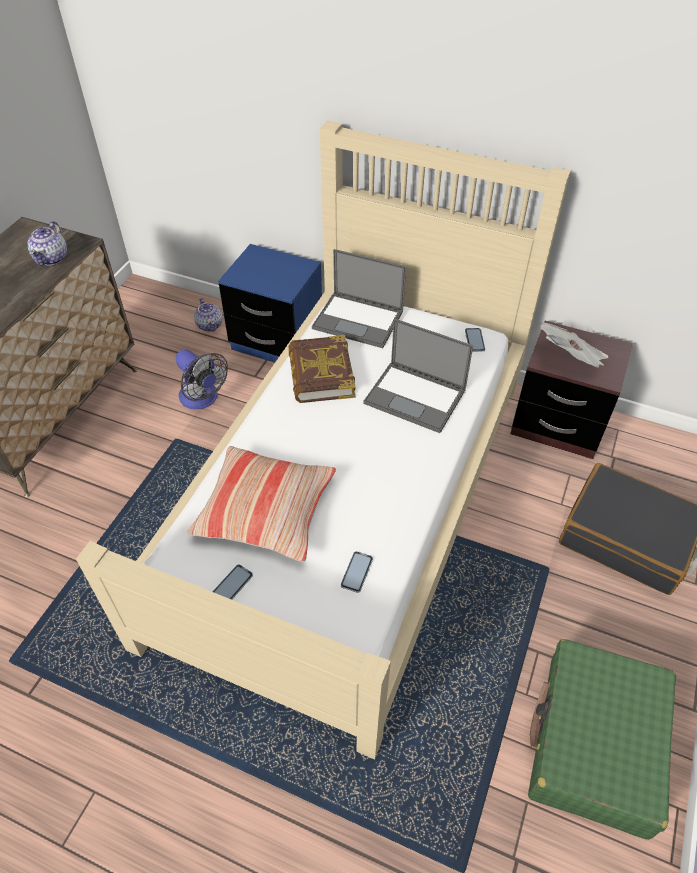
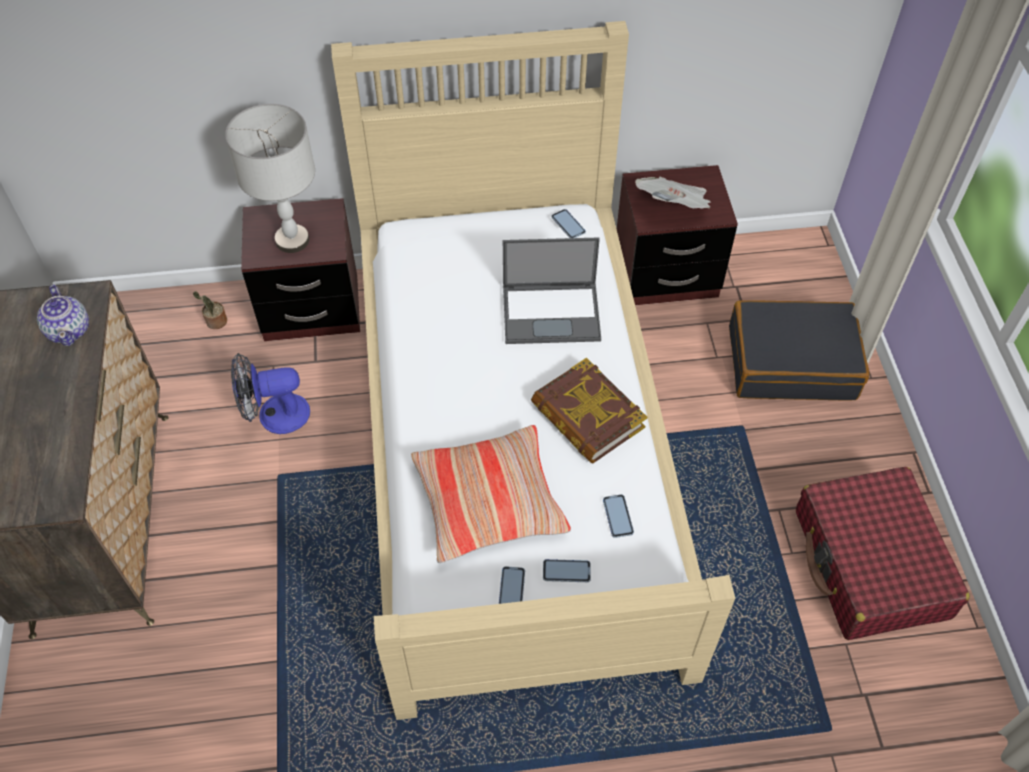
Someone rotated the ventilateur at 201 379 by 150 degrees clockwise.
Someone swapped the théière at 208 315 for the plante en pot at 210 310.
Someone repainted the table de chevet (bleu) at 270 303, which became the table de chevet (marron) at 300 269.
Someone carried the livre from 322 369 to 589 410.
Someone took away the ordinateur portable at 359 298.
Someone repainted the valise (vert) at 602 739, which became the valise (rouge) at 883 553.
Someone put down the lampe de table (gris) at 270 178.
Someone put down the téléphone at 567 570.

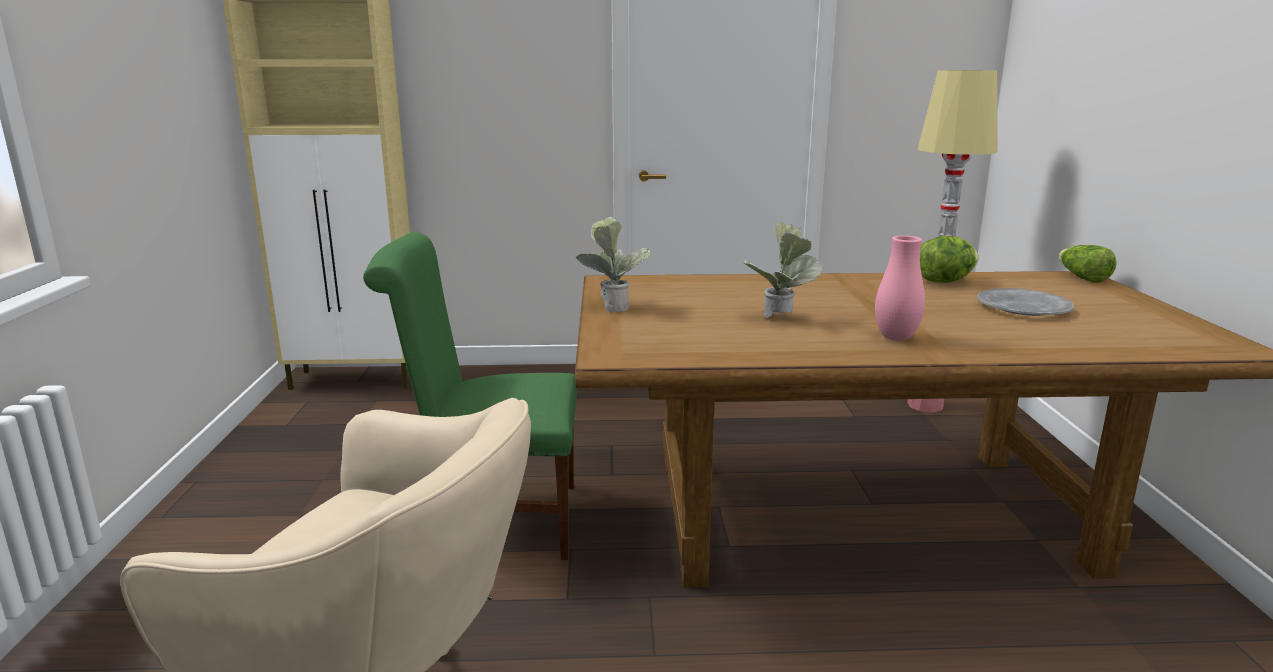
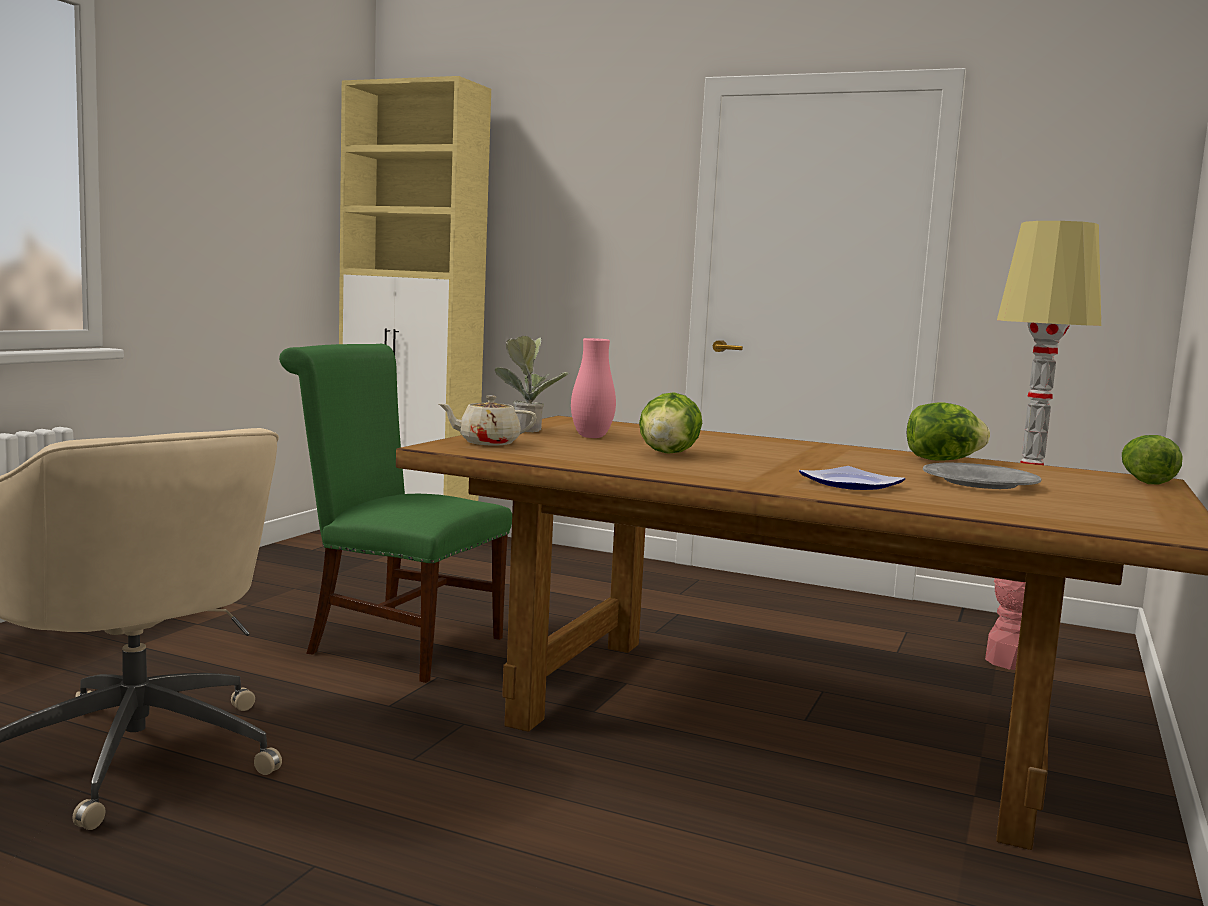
Someone swapped the plante en pot at 783 270 for the laitue at 670 422.
Someone carried the vase (rose) from 900 288 to 593 388.
Someone put down the théière (beige) at 488 420.
Someone put down the assiette at 852 478.

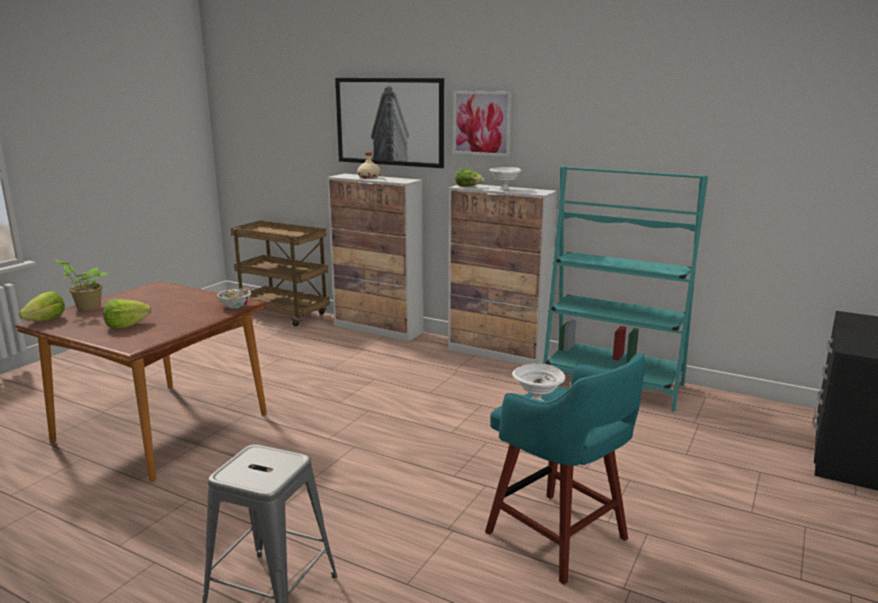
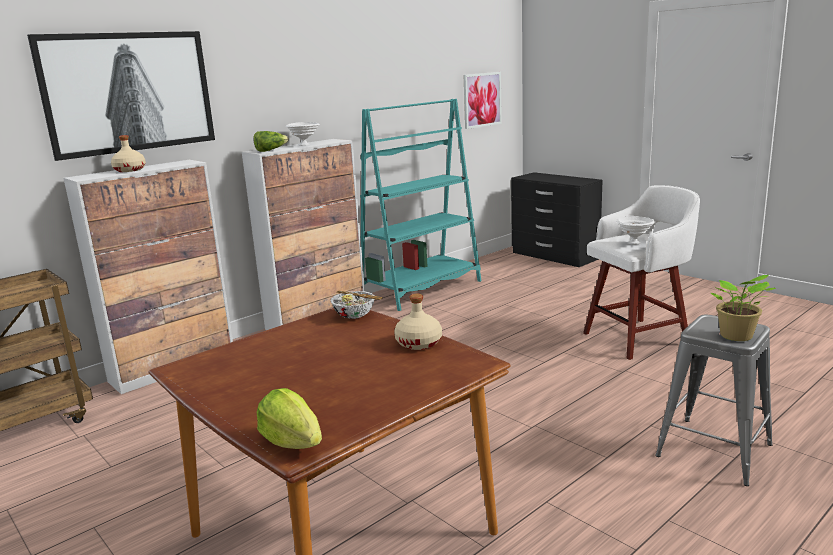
Someone carried the plante en pot from 81 285 to 743 308.
Someone took away the laitue at 127 313.
Someone carried the tableau from 482 124 to 483 100.
Someone repainted the tabouret (turquoise) at 565 469, which became the tabouret (blanc) at 641 272.
Someone put down the bouteille (beige) at 418 322.

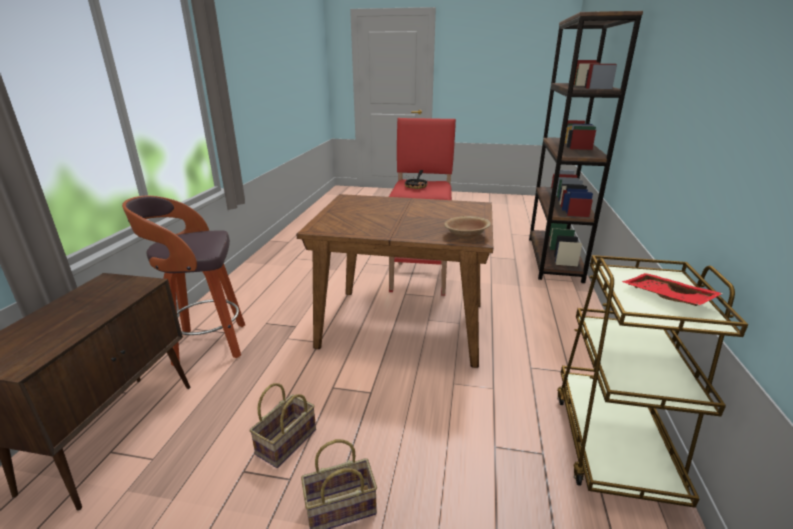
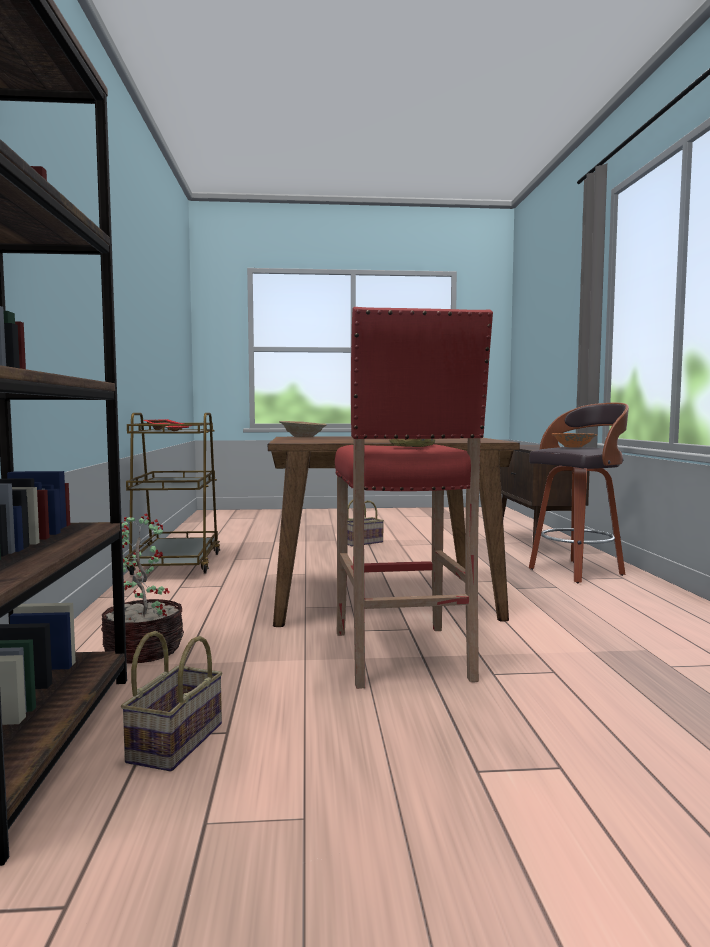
Someone carried the panier from 283 425 to 172 701.
Someone put down the plante en pot at 142 588.
Someone put down the bol (orange) at 574 440.

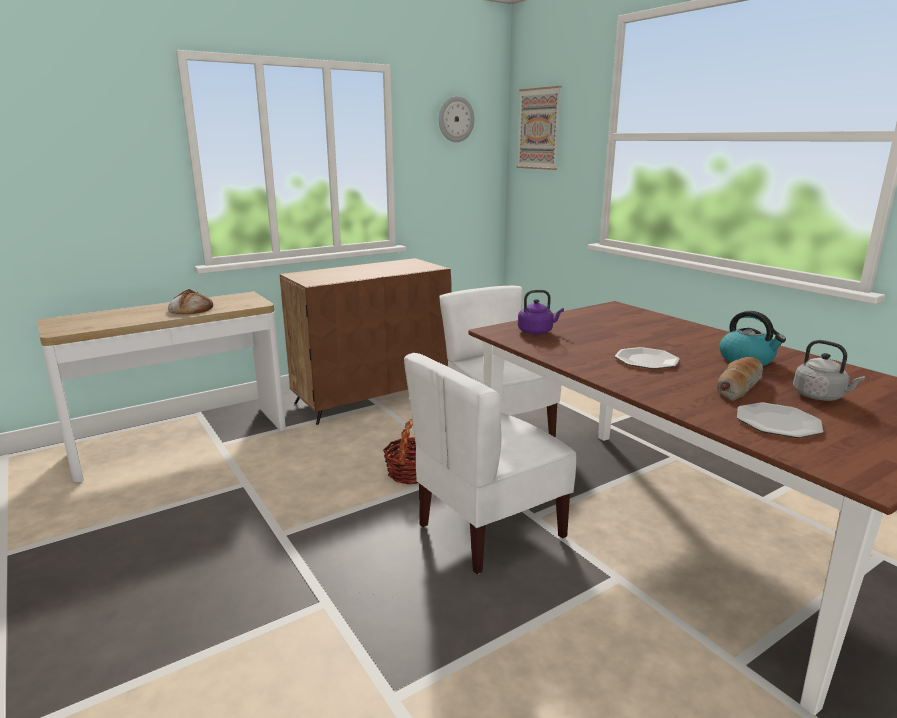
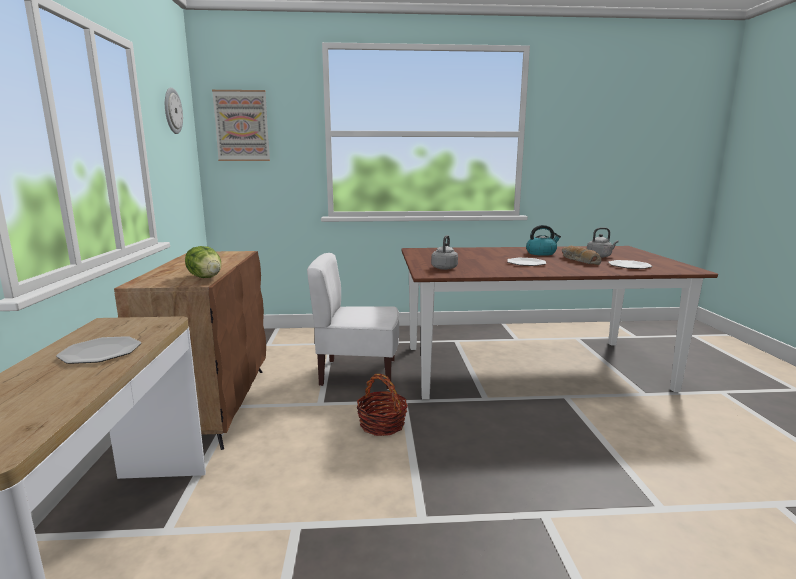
Someone swapped the pain at 190 301 for the assiette at 98 350.
Someone took away the chaise (blanc) at 490 463.
Someone repainted the bouilloire (violet) at 541 312, which became the bouilloire (gris) at 444 252.
Someone put down the laitue at 203 262.

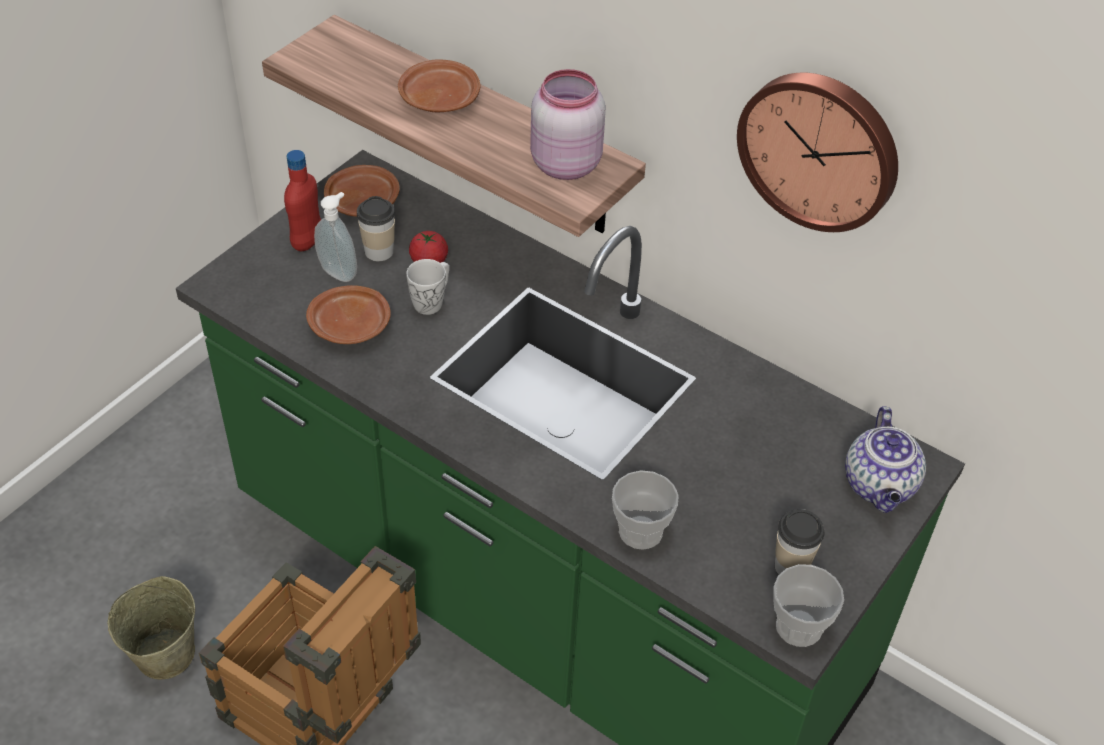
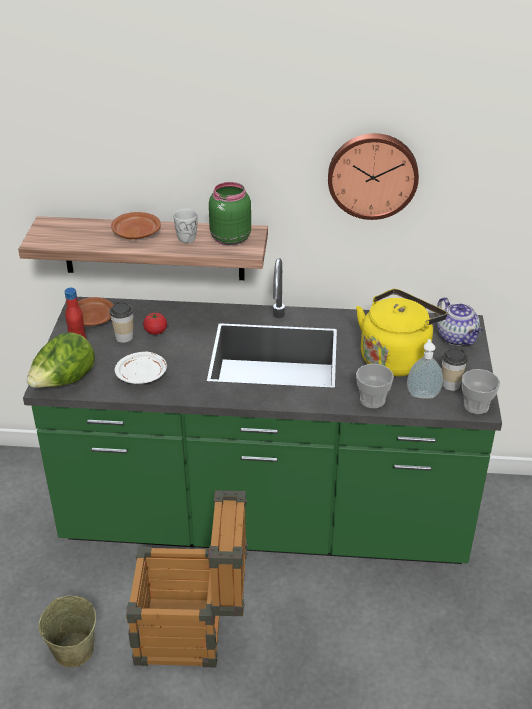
Someone repainted the assiette (marron) at 348 314, which became the assiette (blanc) at 141 368.
Someone carried the distributeur de savon from 335 237 to 425 369.
Someone carried the mug (blanc) from 427 287 to 186 226.
Someone repainted the bocal (rose) at 568 124, which became the bocal (vert) at 230 213.
Someone put down the laitue at 61 360.
Someone put down the bouilloire (jaune) at 401 332.

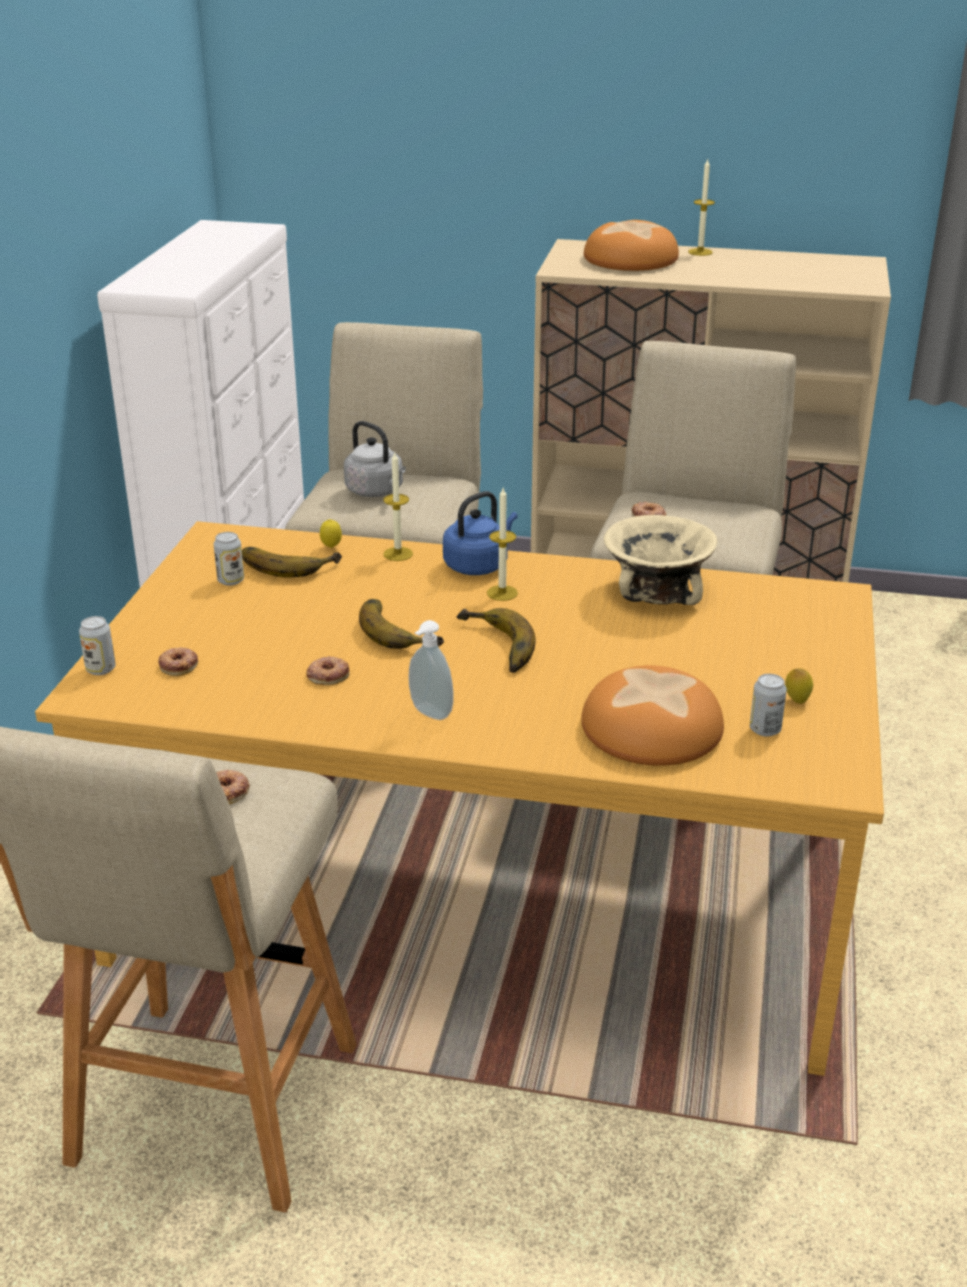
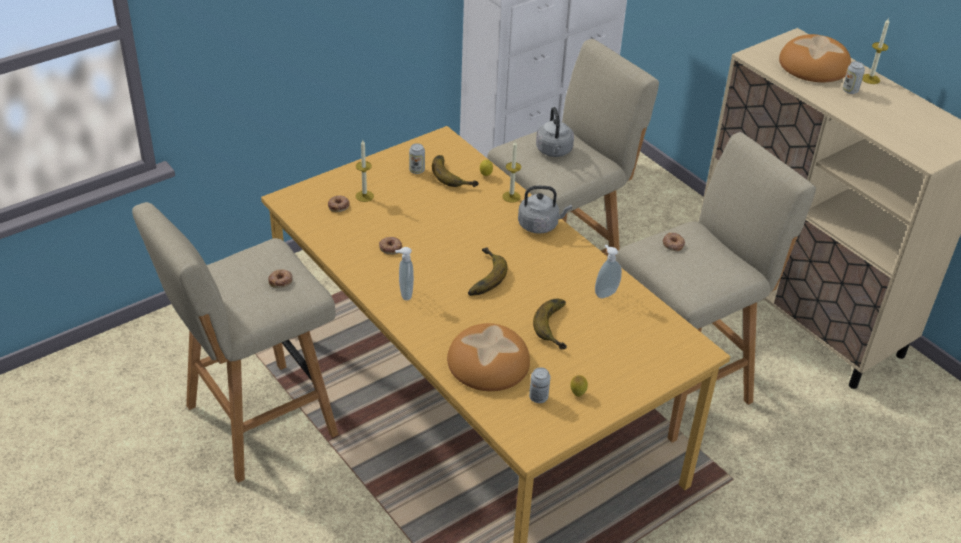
Someone carried the boîte métallique from 97 645 to 854 77.
Someone carried the banane from 401 624 to 550 324.
Someone repainted the bouilloire (bleu) at 480 533, which became the bouilloire (gris) at 545 210.
Someone carried the bougie from 502 544 to 365 171.
Someone swapped the bol (beige) at 660 560 for the distributeur de savon at 608 271.

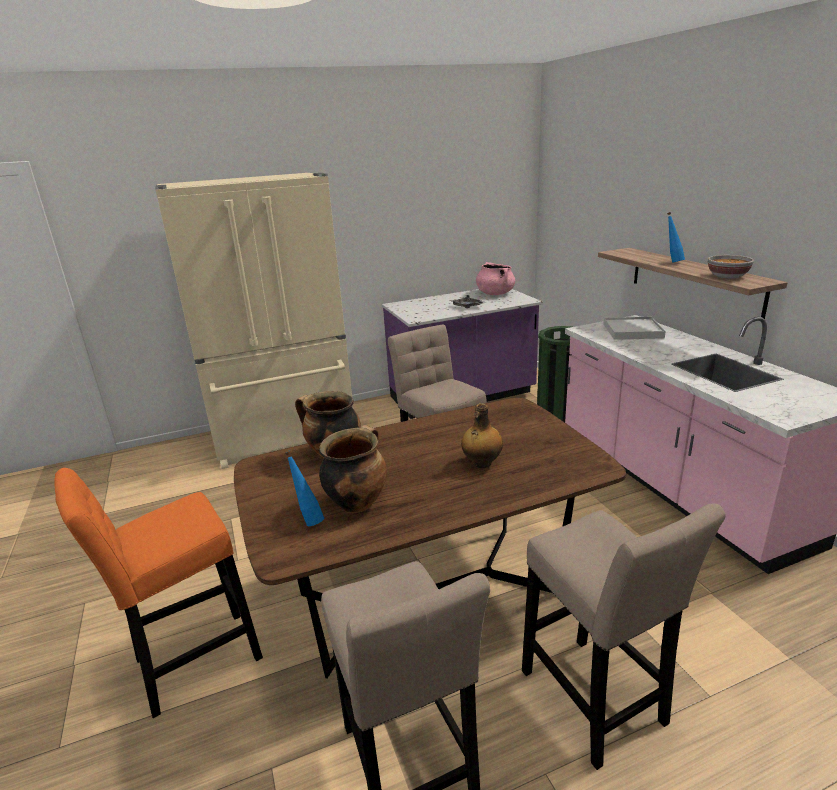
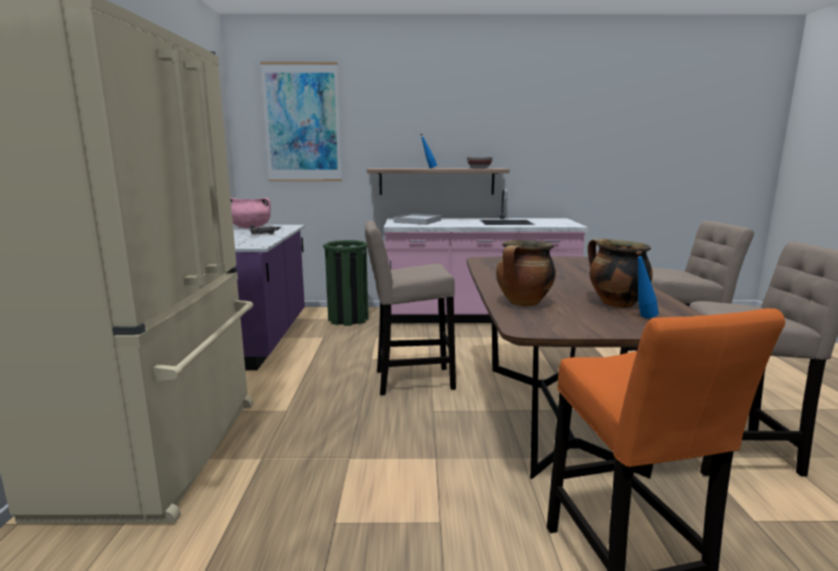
Someone took away the bouteille at 482 435.
Someone put up the tableau at 301 121.

